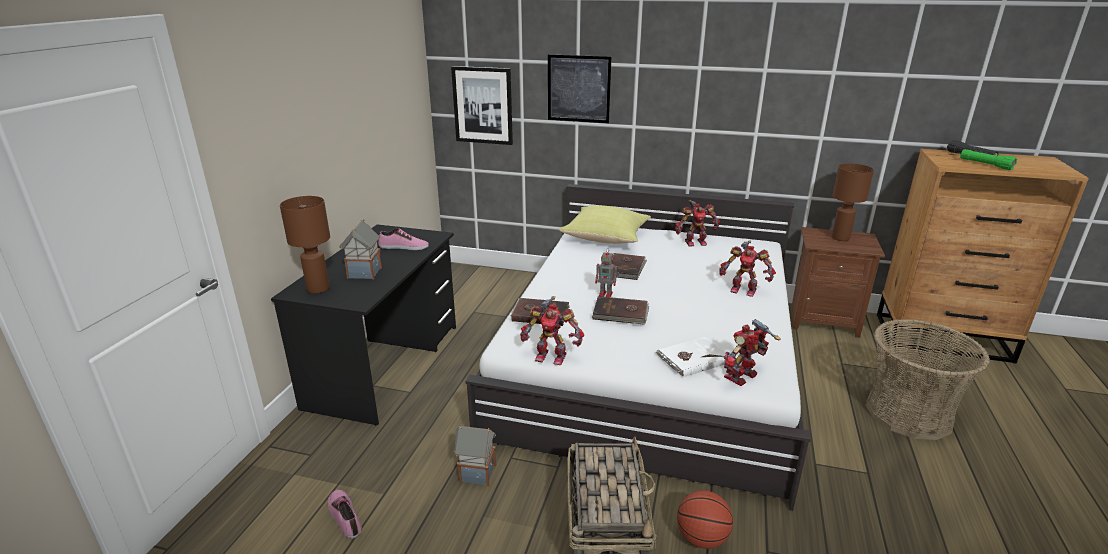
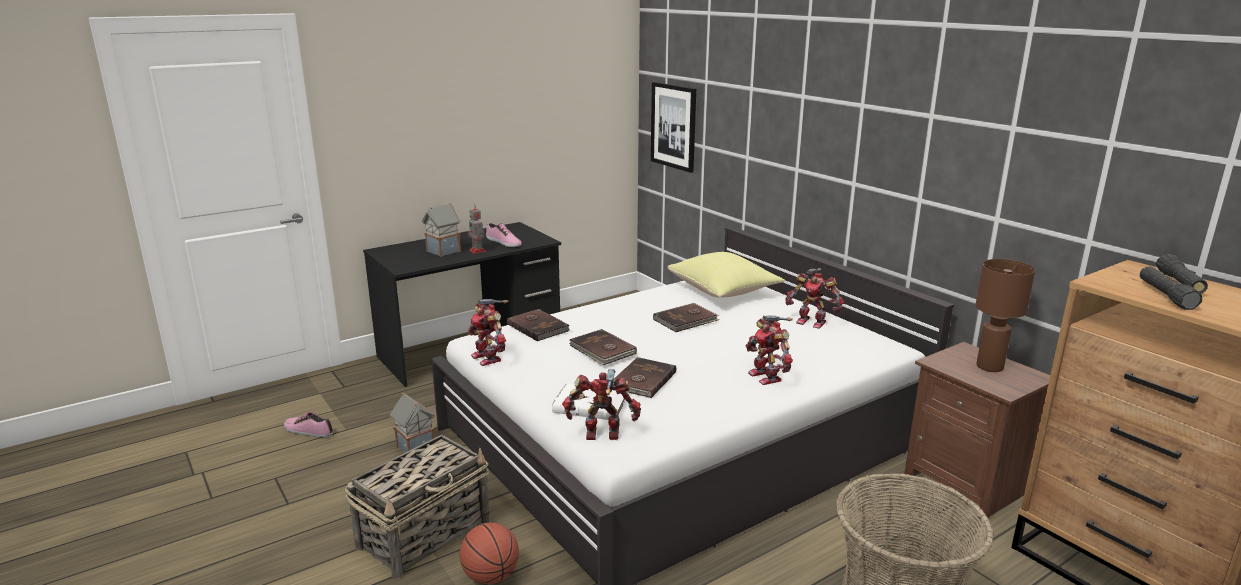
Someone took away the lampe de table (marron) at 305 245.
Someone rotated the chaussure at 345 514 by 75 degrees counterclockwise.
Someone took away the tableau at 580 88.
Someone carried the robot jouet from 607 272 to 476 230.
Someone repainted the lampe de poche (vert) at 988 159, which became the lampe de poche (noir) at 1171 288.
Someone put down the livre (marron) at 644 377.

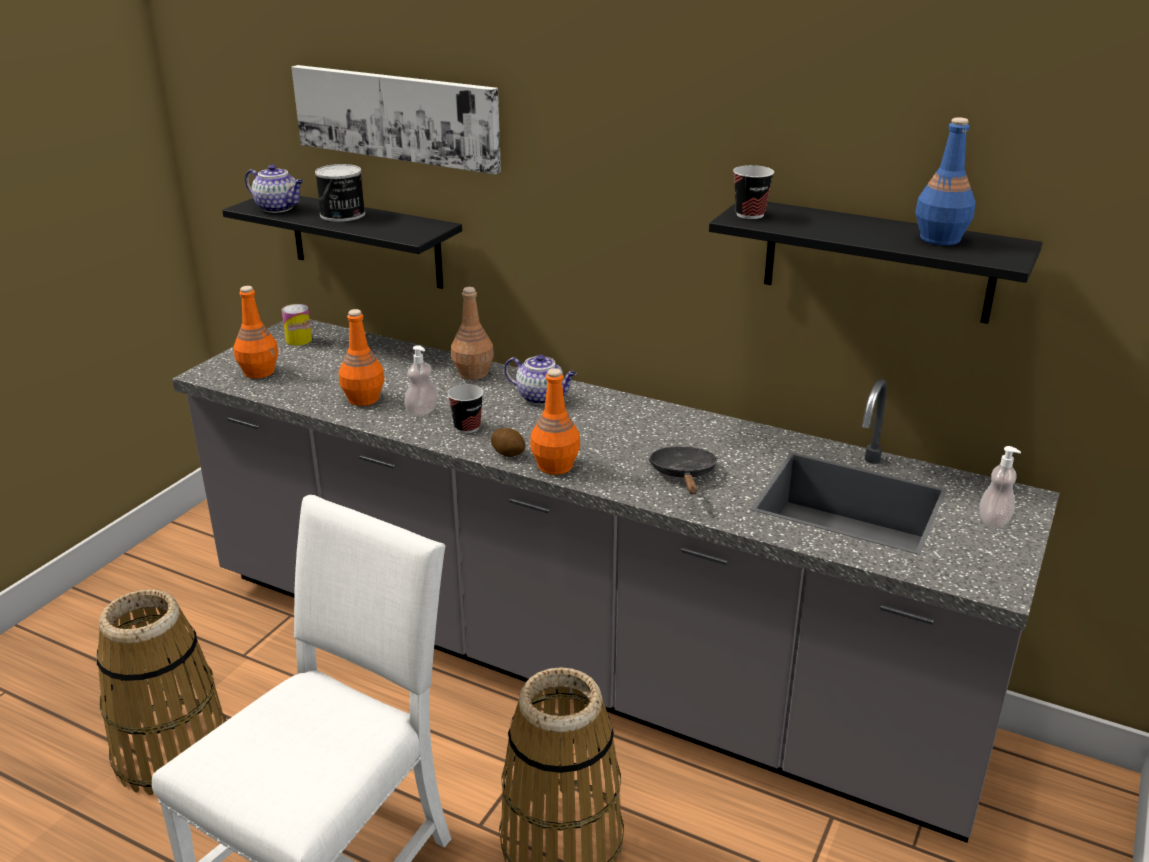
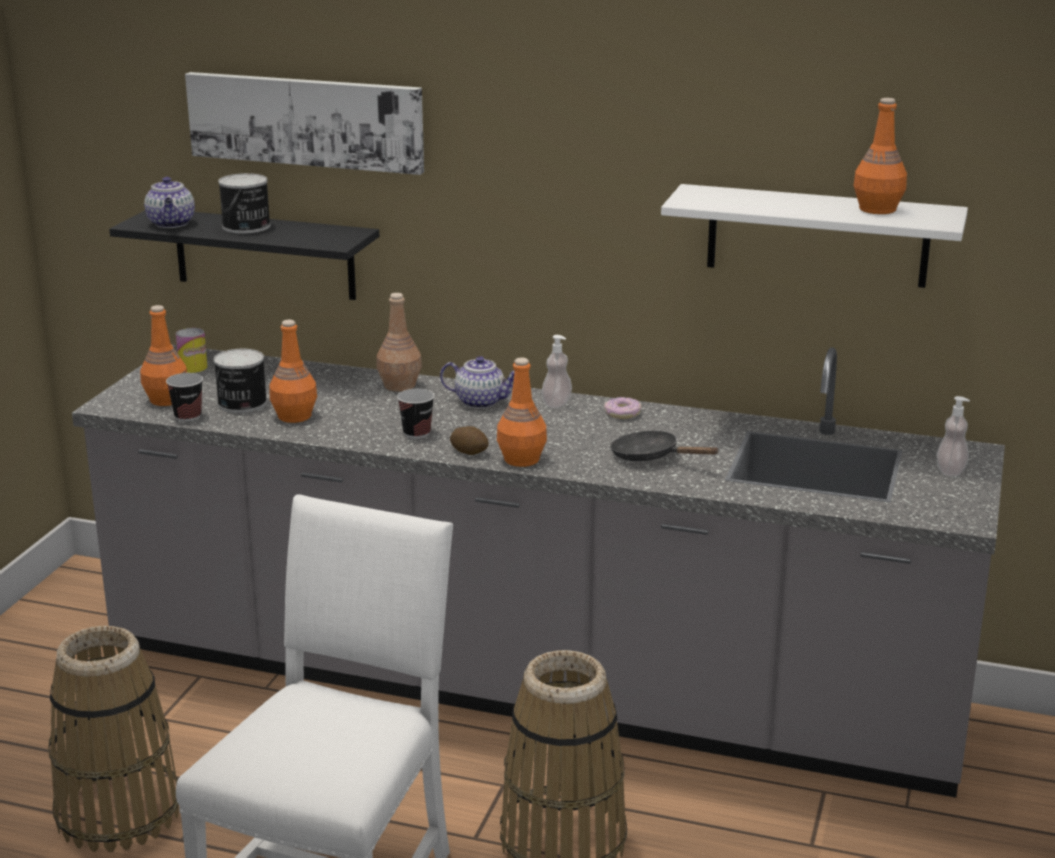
Someone rotated the théière at 274 188 by 60 degrees clockwise.
Someone carried the distributeur de savon from 421 380 to 557 371.
Someone rotated the poêle (noir) at 683 470 by 45 degrees counterclockwise.
Someone repainted the étagère (noir) at 876 263, which became the étagère (blanc) at 814 236.
Someone carried the tasse from 753 192 to 184 397.
Someone repainted the bouteille (bleu) at 945 181, which became the bouteille (orange) at 880 156.
Someone put down the boîte métallique at 240 381.
Someone put down the beignet at 623 408.

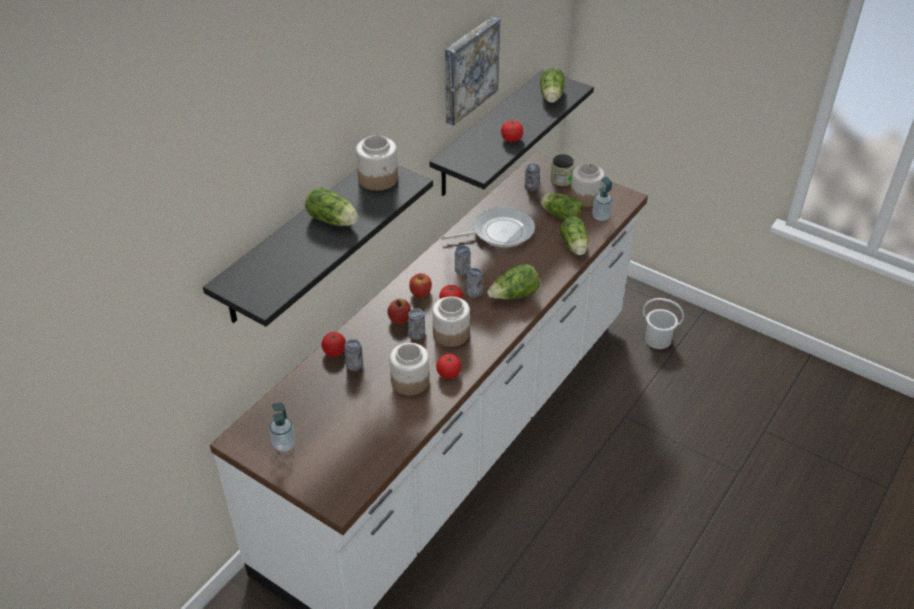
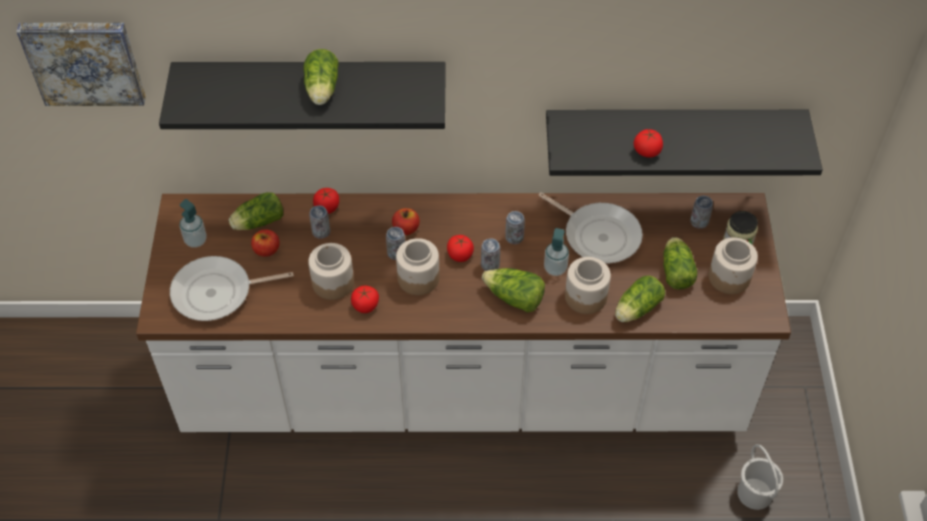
Someone carried the bocal from 377 163 to 588 285.
Someone carried the pomme from 420 285 to 265 243.
Someone carried the tableau from 472 71 to 81 64.
Someone carried the laitue from 552 85 to 256 211.
Someone carried the distributeur de savon from 602 199 to 556 252.
Someone put down the poêle at 232 288.

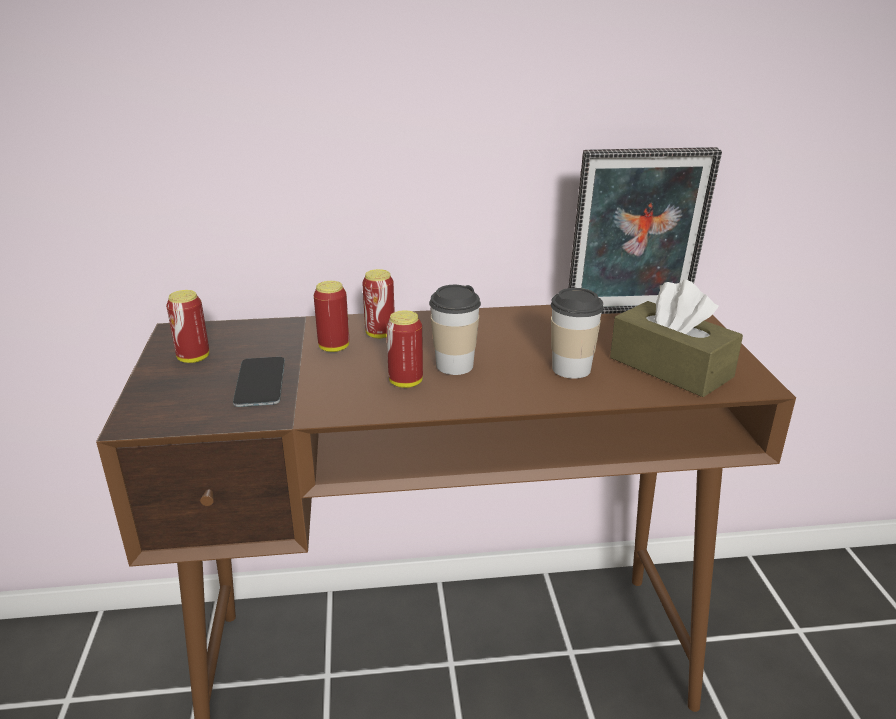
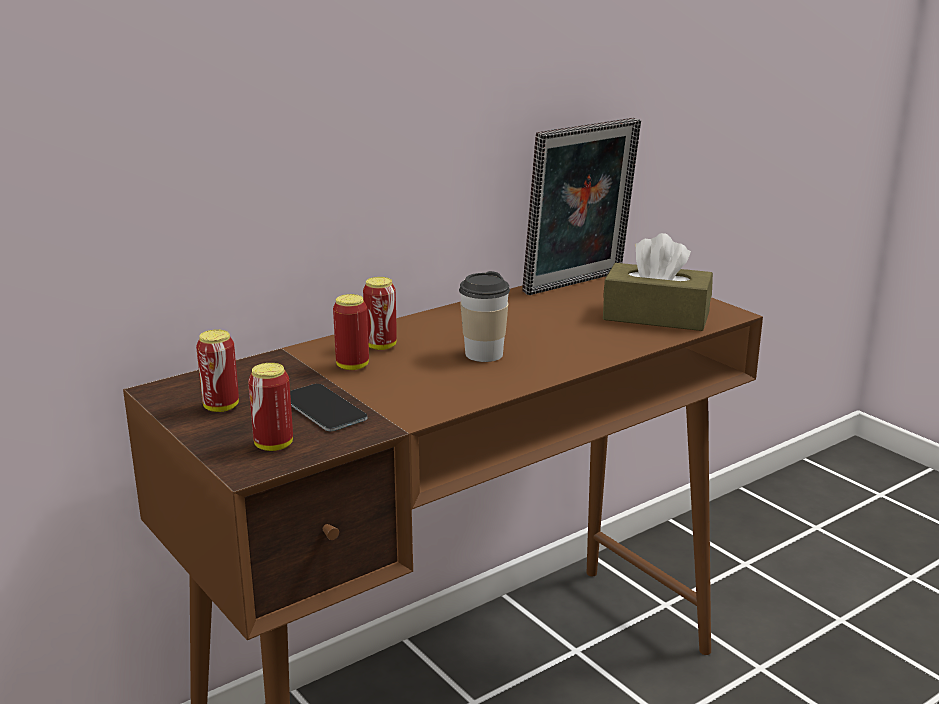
Someone carried the boîte métallique from 404 349 to 270 407.
Someone took away the tasse at 577 333.

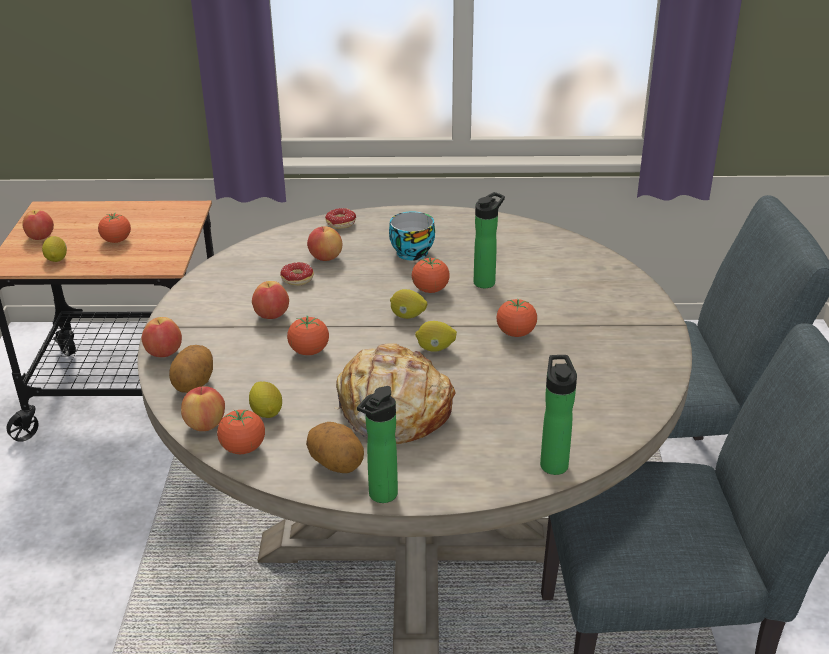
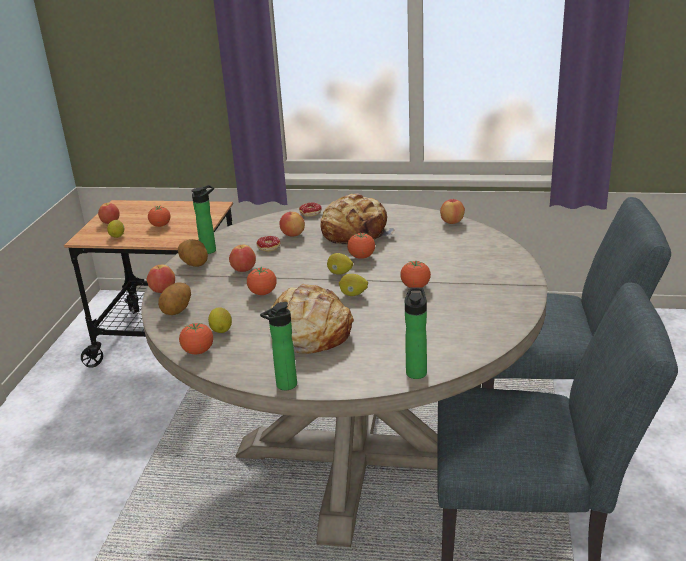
Someone carried the pomme from 203 408 to 452 211.
Someone carried the pomme de terre from 335 447 to 193 253.
Someone swapped the tasse at 412 236 for the pain at 357 219.
Someone carried the bouteille from 489 240 to 204 219.

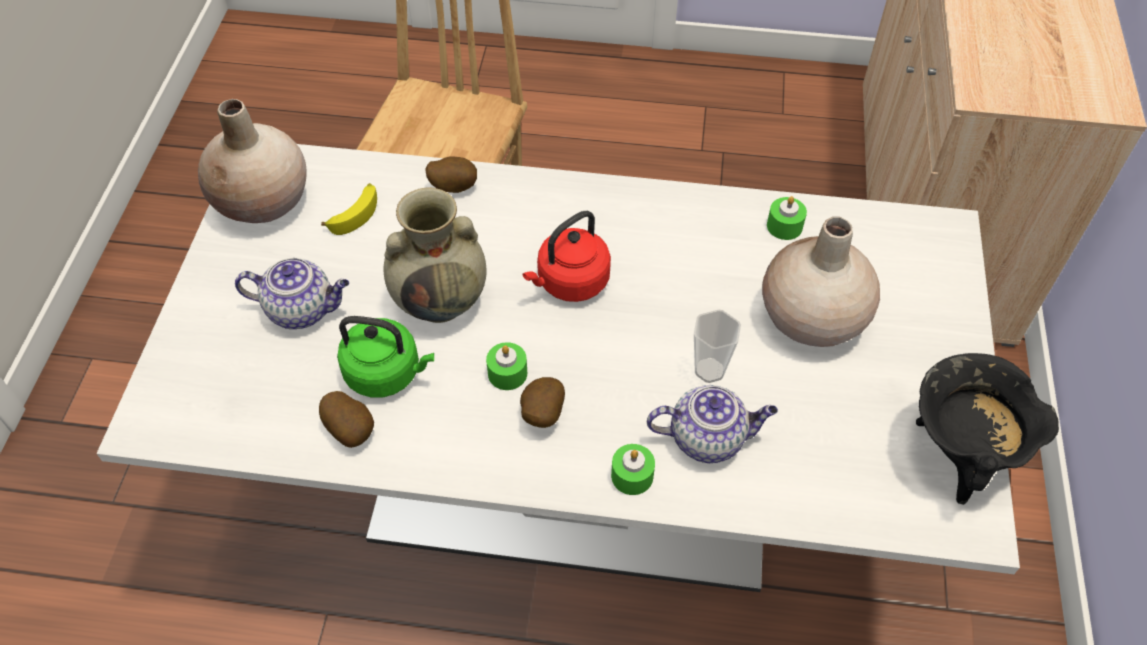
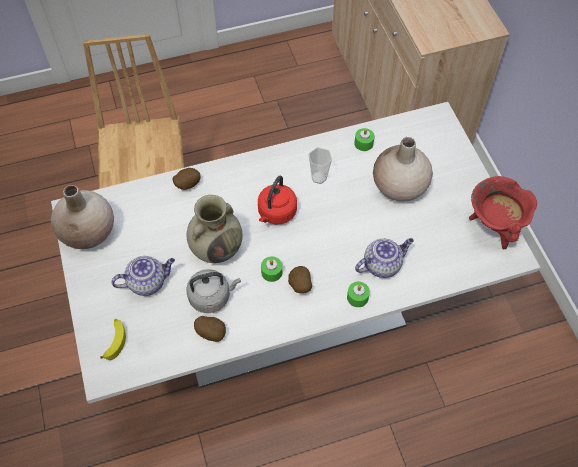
Someone carried the banane from 349 209 to 113 339.
Someone repainted the bouilloire (vert) at 385 357, which became the bouilloire (gris) at 213 291.
Someone carried the tasse from 717 346 to 320 165.
Someone repainted the marmite (noir) at 987 429, which became the marmite (rouge) at 503 212.

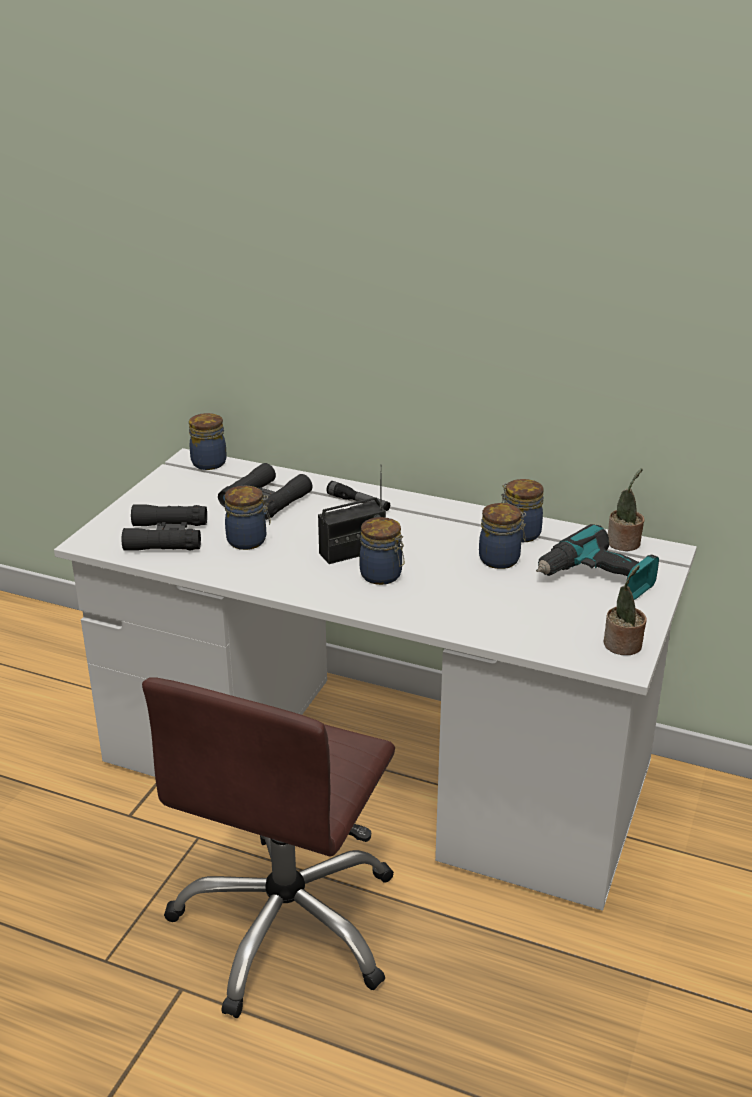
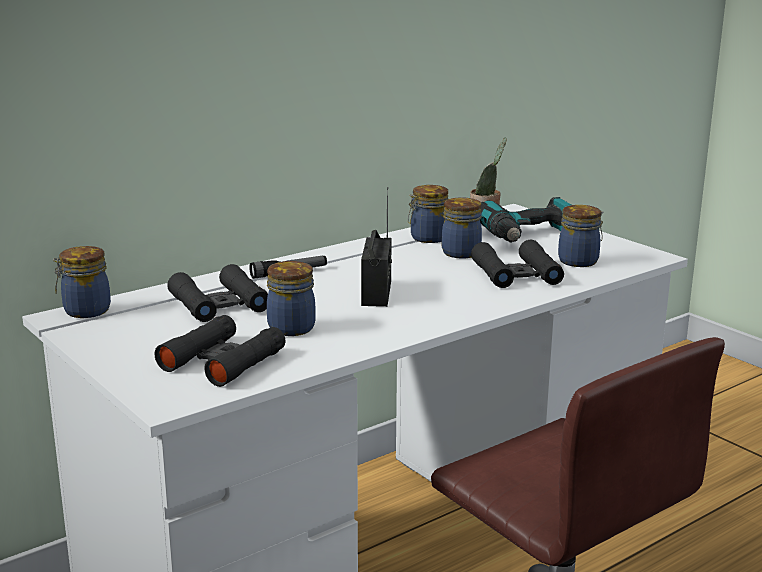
Someone carried the bocal from 382 551 to 580 236.
Someone took away the plante en pot at 625 610.
Someone put down the jumelles (noir) at 517 264.

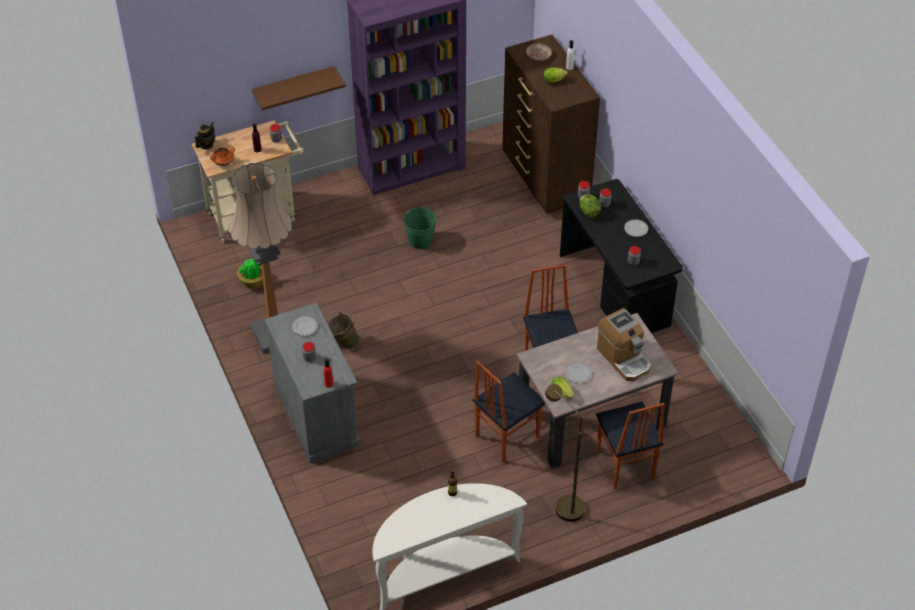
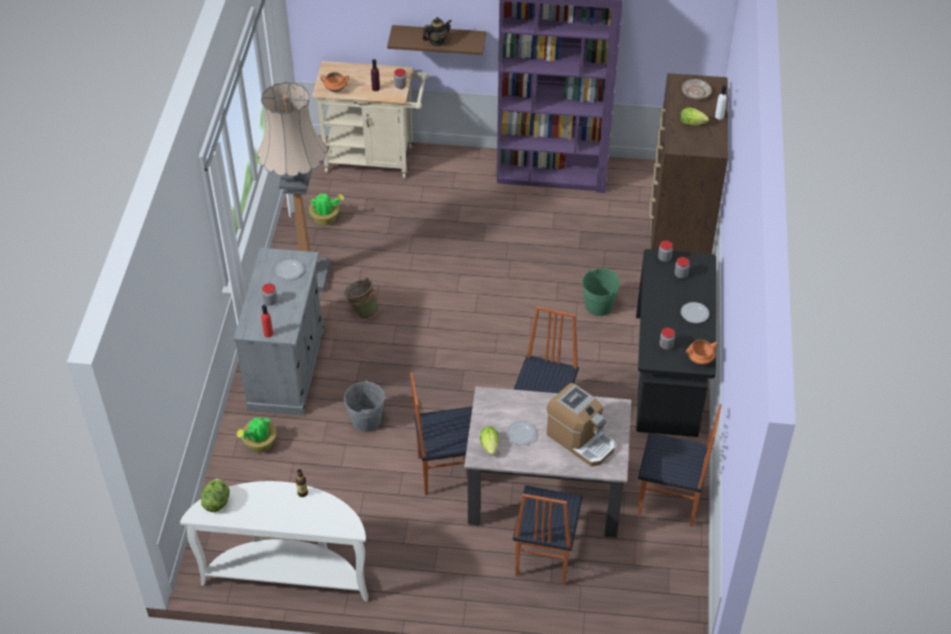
Someone carried the théière from 205 135 to 437 31.
Someone carried the seau (vert) from 420 228 to 601 292.
Someone took away the lampadaire (marron) at 565 453.
Someone carried the laitue from 590 206 to 215 495.
Someone rotated the machine à café at 624 344 by 45 degrees counterclockwise.
Someone put down the plante en pot at 257 434.
Someone put down the seau (gris) at 365 406.
Someone put down the chaise at 680 465.
Someone put down the marmite (orange) at 702 352.

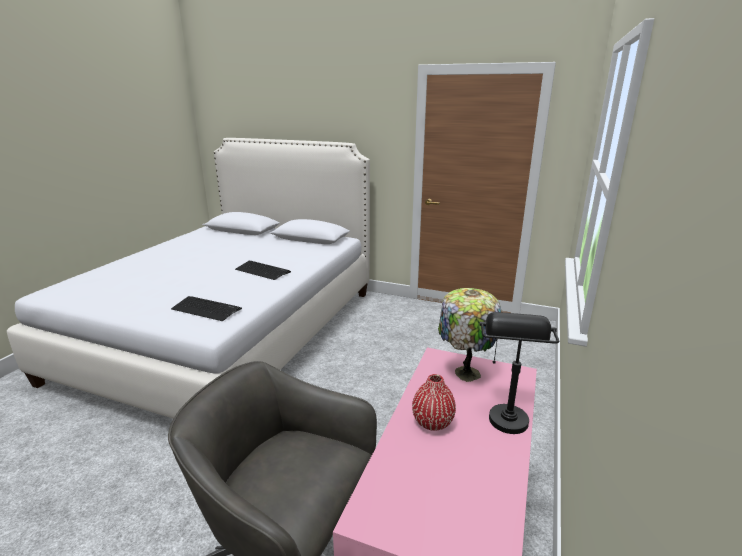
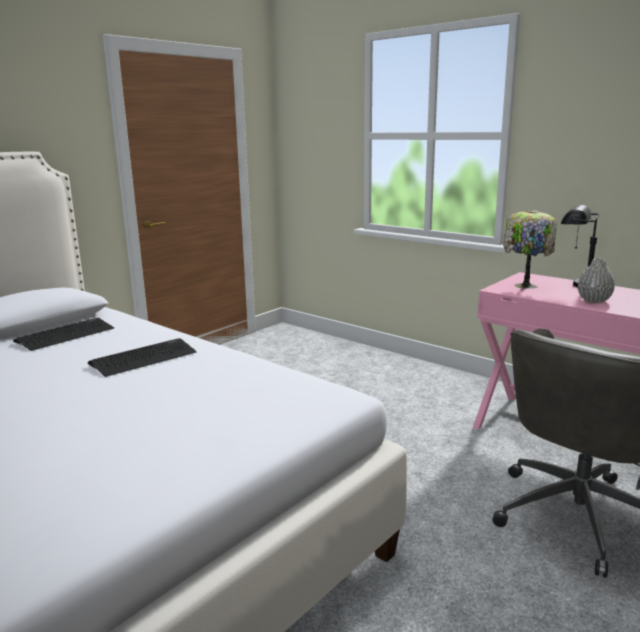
Someone carried the clavier from 206 308 to 63 334.
Someone repainted the vase (rouge) at 434 402, which became the vase (gris) at 596 280.

